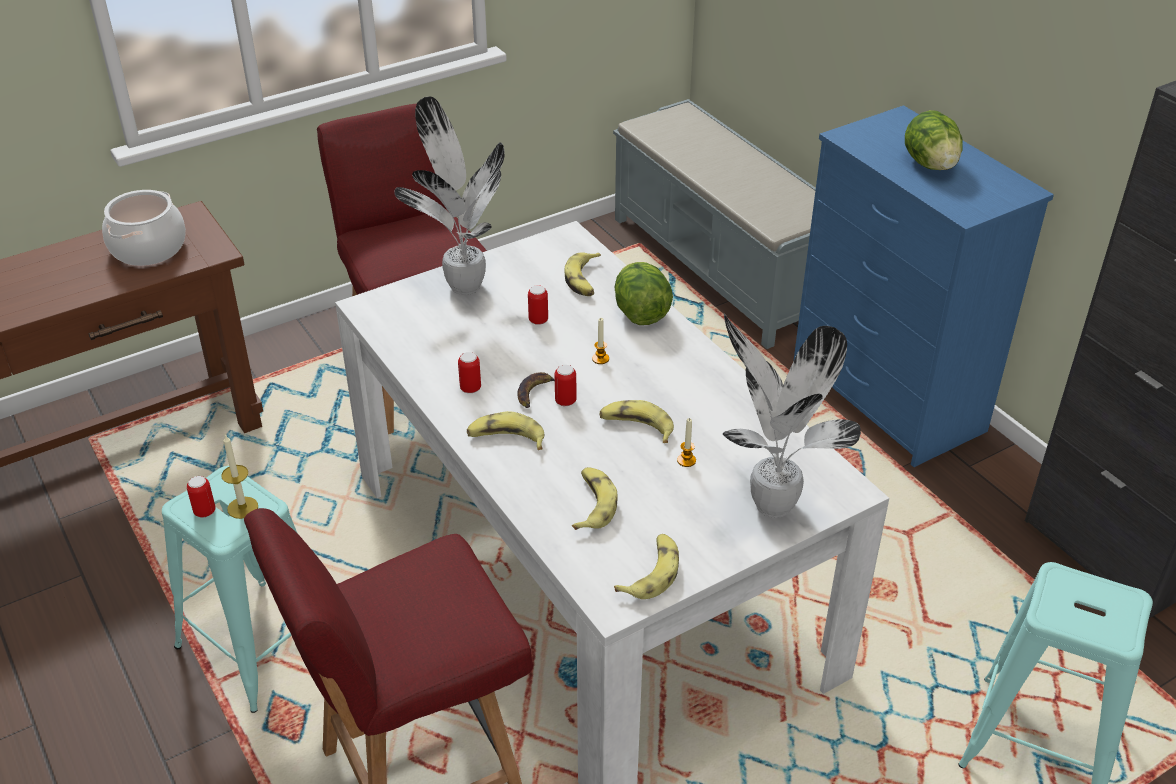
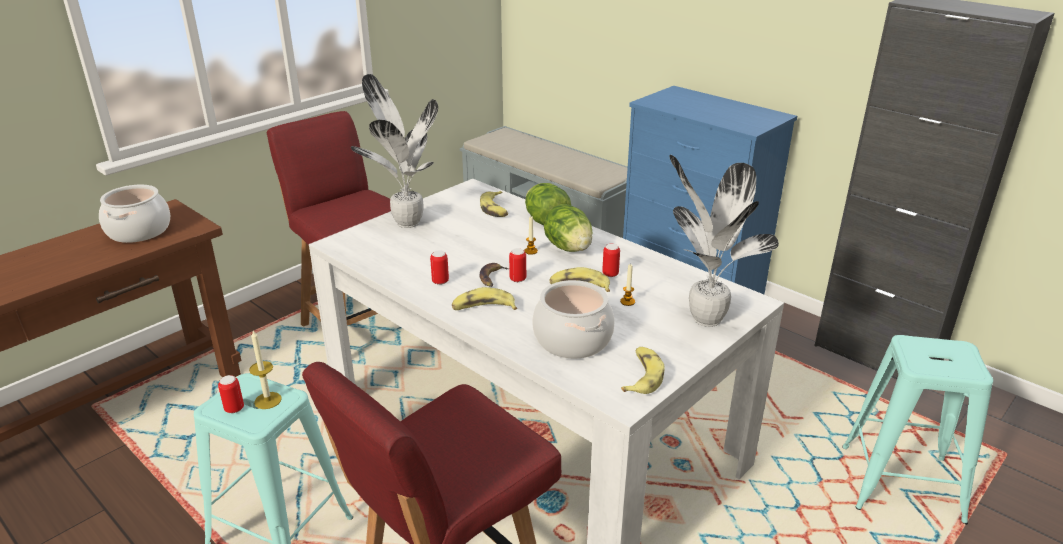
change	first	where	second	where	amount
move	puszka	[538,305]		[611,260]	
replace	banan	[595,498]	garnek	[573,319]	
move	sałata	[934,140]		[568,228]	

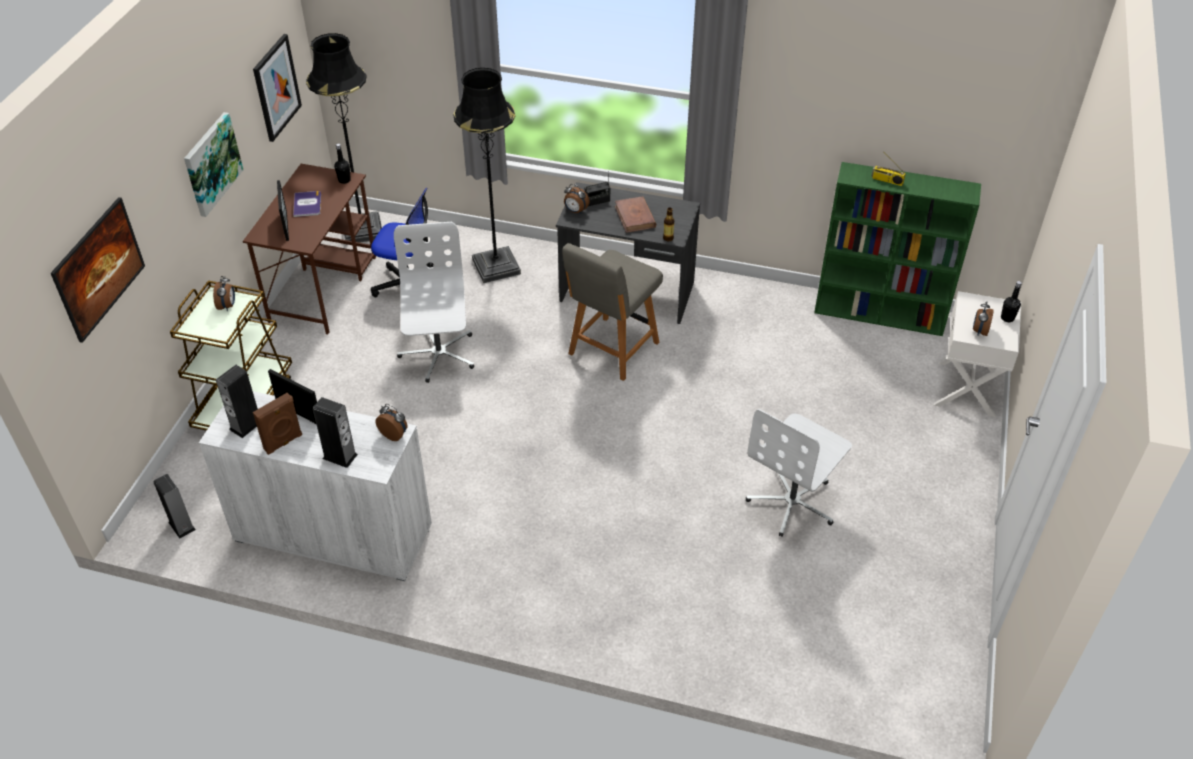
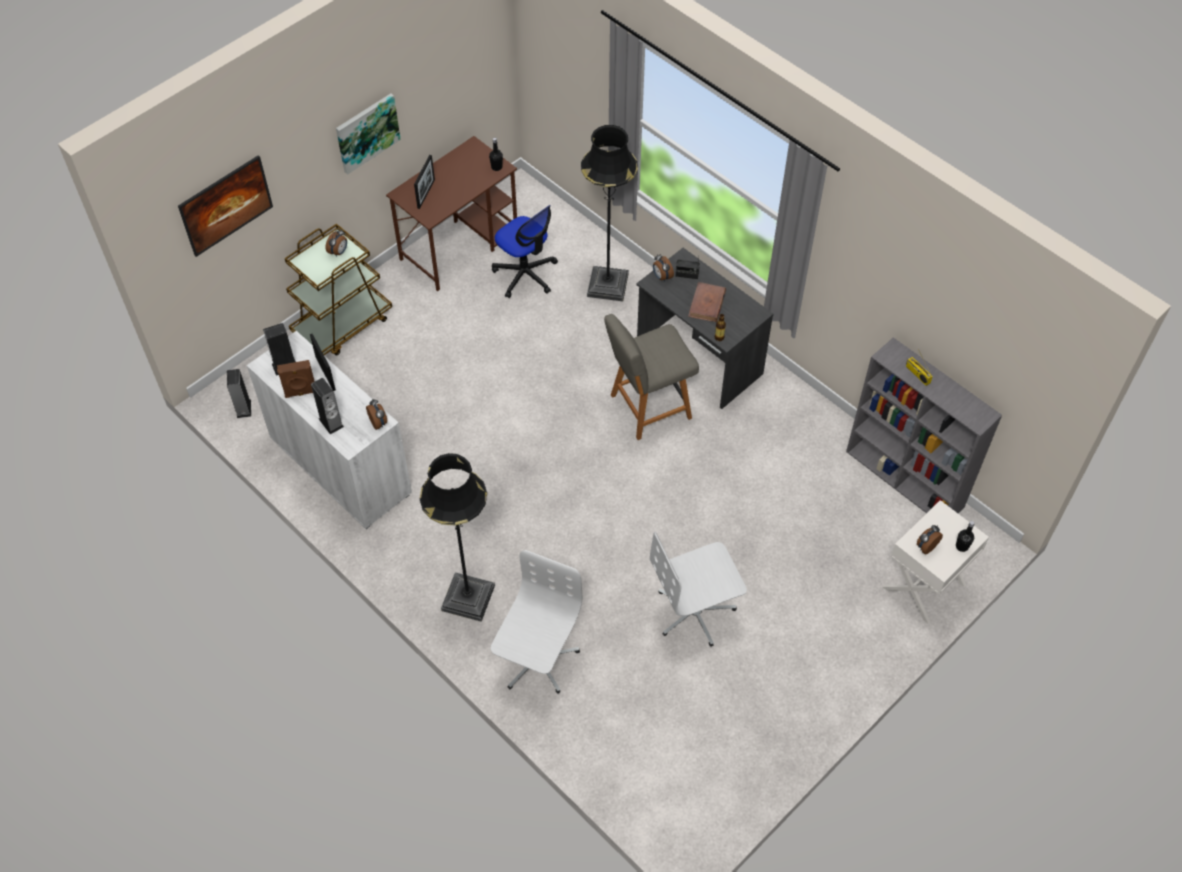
change	first	where	second	where	amount
delete	obraz	[277,88]			
delete	książka	[307,204]			
move	lampa stojąca [czarny]	[344,139]		[457,537]	
move	krzesło biurowe [biały]	[434,302]		[536,622]	
recolor	regał [zielony]	[897,249]	regał [szary]	[924,425]	

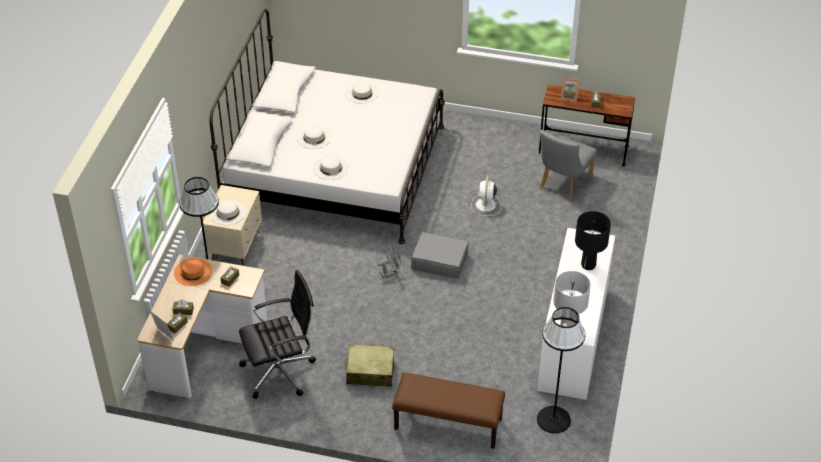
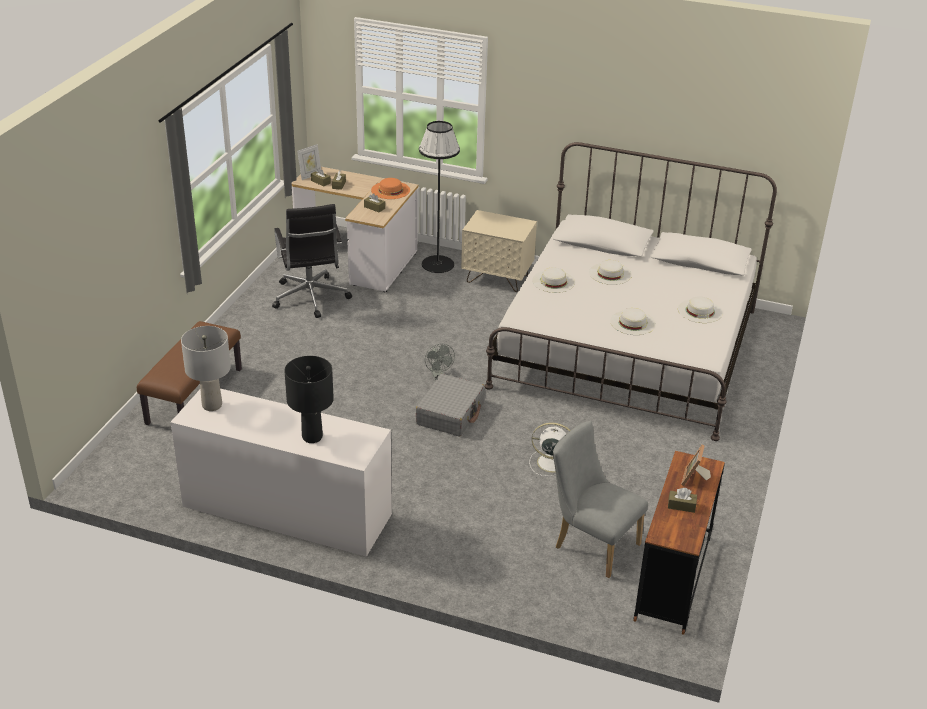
change	first	where	second	where	amount
move	kapelusz [biały]	[228,212]		[633,321]	
delete	walizka [beżowy]	[370,365]			
delete	lampa stojąca [czarny]	[561,370]			

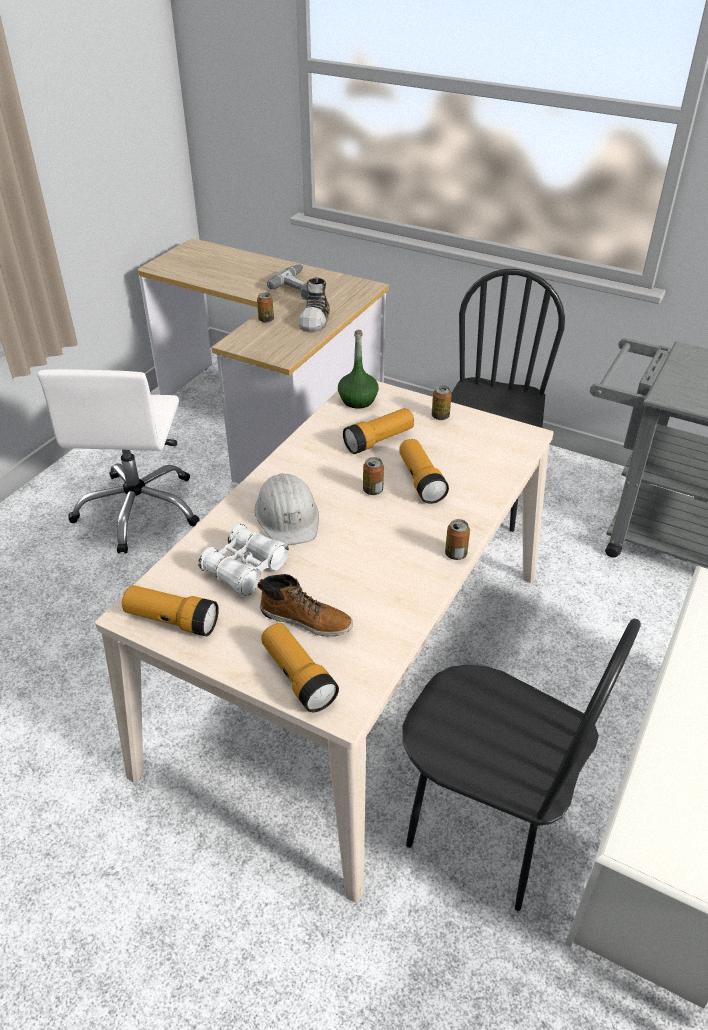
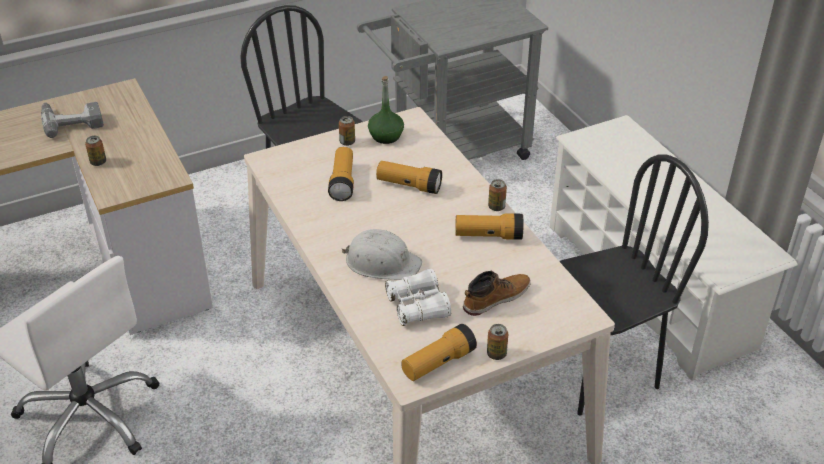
change	first	where	second	where	amount
move	latarka	[300,667]		[489,226]	
delete	but	[314,305]			
move	butelka [zielony]	[358,369]		[386,110]	
move	puszka	[373,476]		[497,342]	

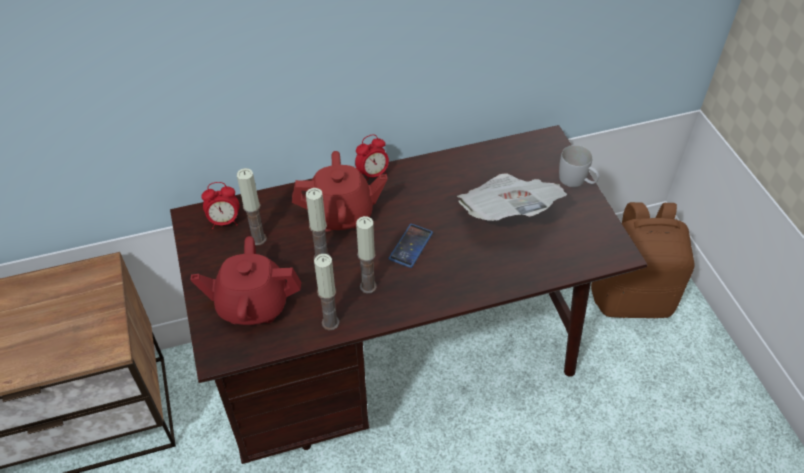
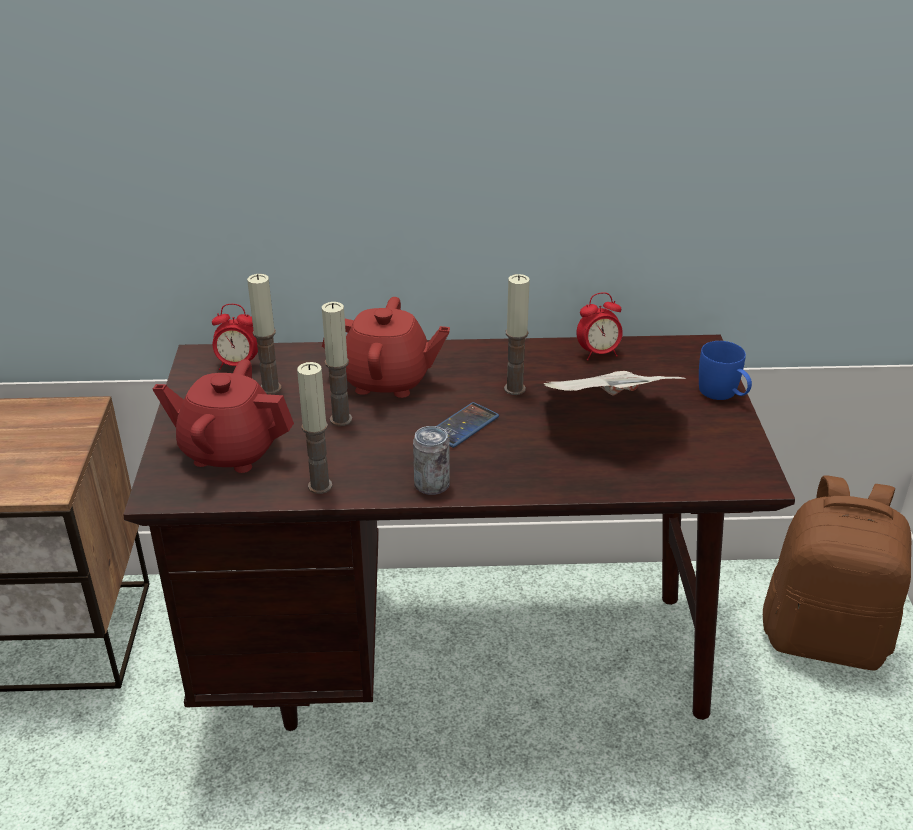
change	first	where	second	where	amount
move	budzik	[372,157]		[599,326]	
move	świeca	[366,255]		[517,334]	
recolor	kubek [biały]	[579,166]	kubek [niebieski]	[725,370]	
insert			puszka	[431,460]	

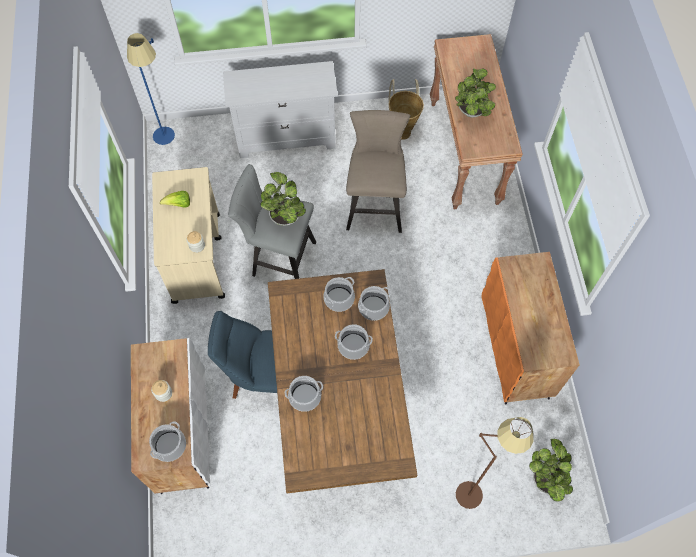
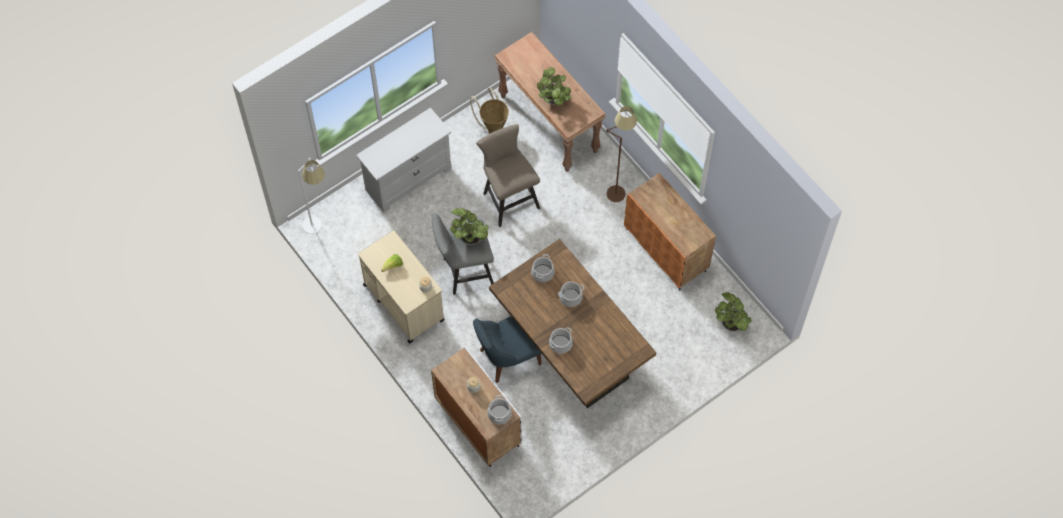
change	first	where	second	where	amount
recolor	lampa stojąca [niebieski]	[151,89]	lampa stojąca [biały]	[311,196]	
delete	garnek	[374,303]			
move	lampa stojąca [brązowy]	[495,463]		[621,154]	

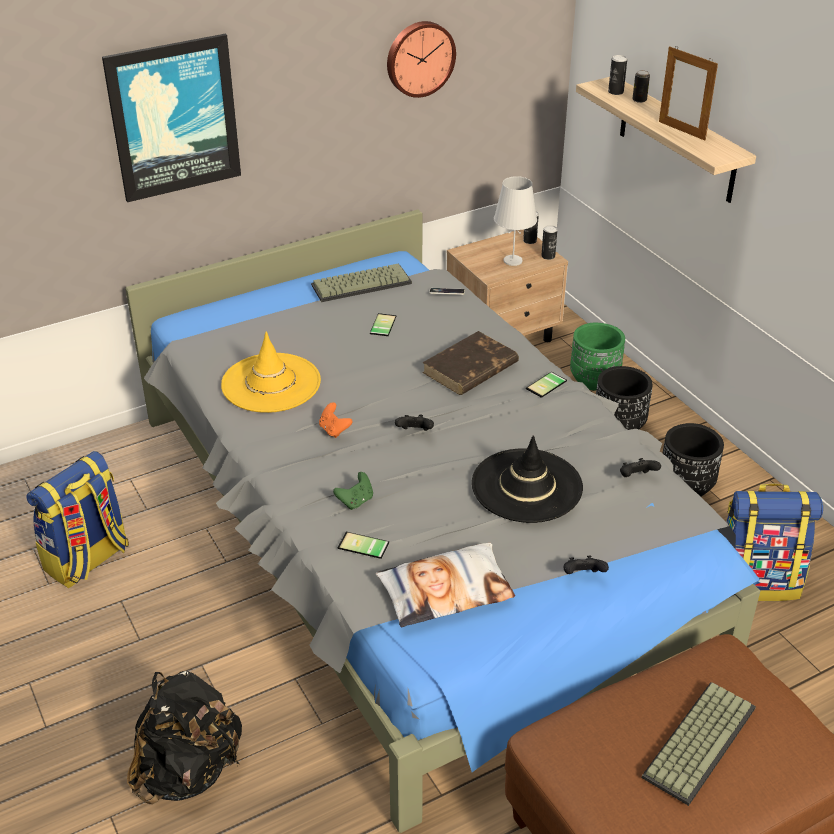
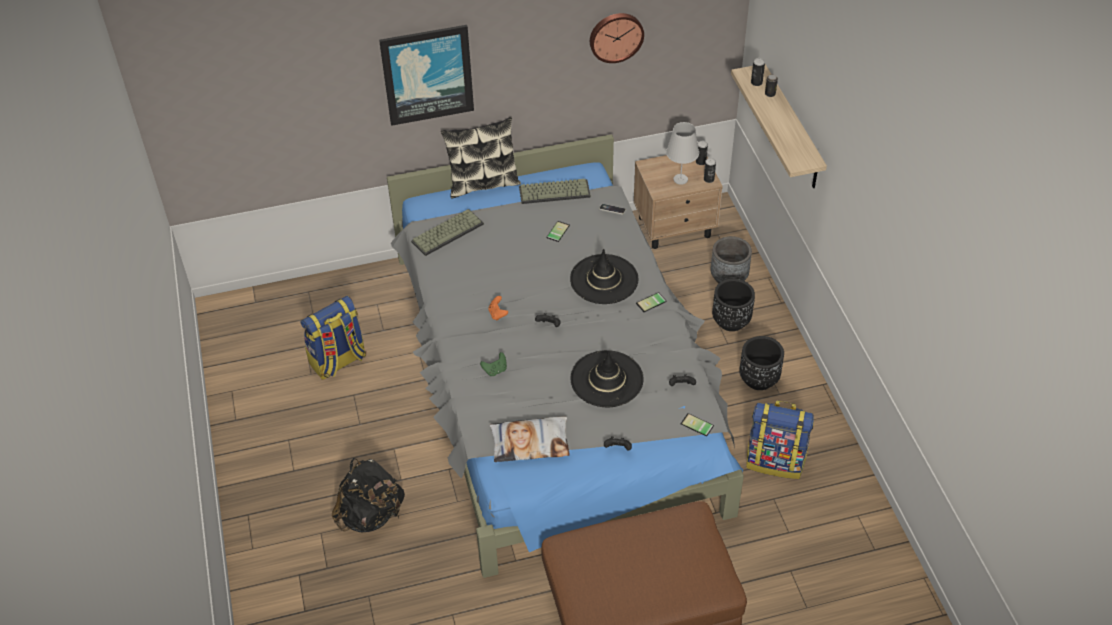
change	first	where	second	where	amount
delete	kapelusz [żółty]	[271,372]			
move	telefon	[363,545]		[697,424]	
replace	książka [brązowy]	[470,363]	kapelusz [czarny]	[604,276]	
recolor	donica [zielony]	[597,357]	donica [szary]	[731,259]	
move	klawiatura	[699,744]		[447,232]	
delete	ramka na zdjęcie	[688,93]			
insert			poduszka	[481,158]	

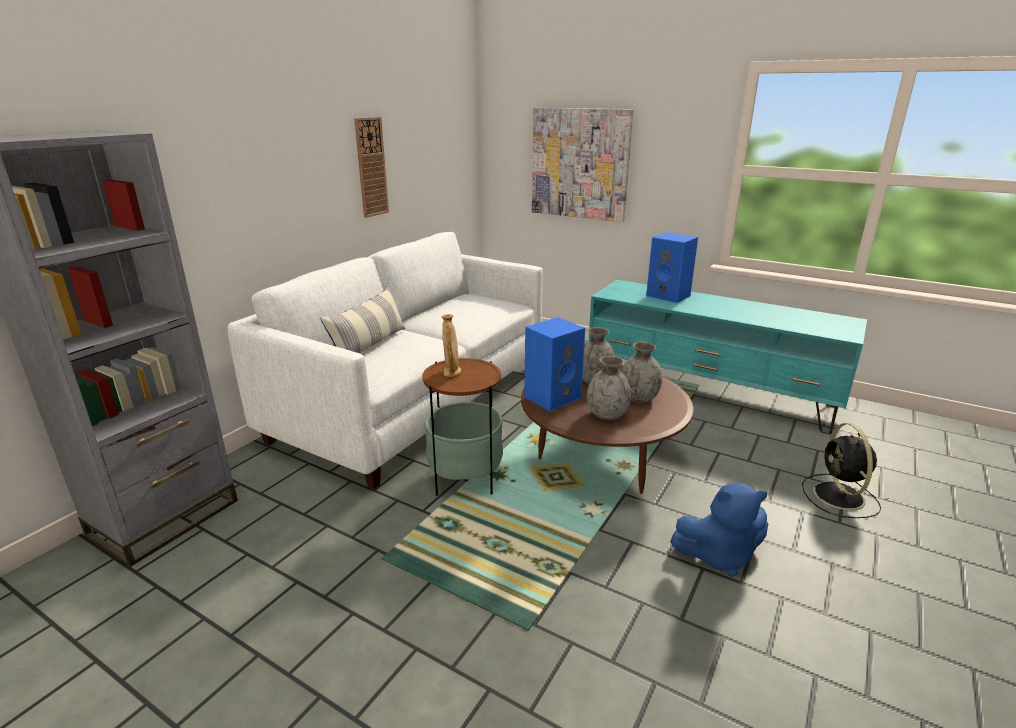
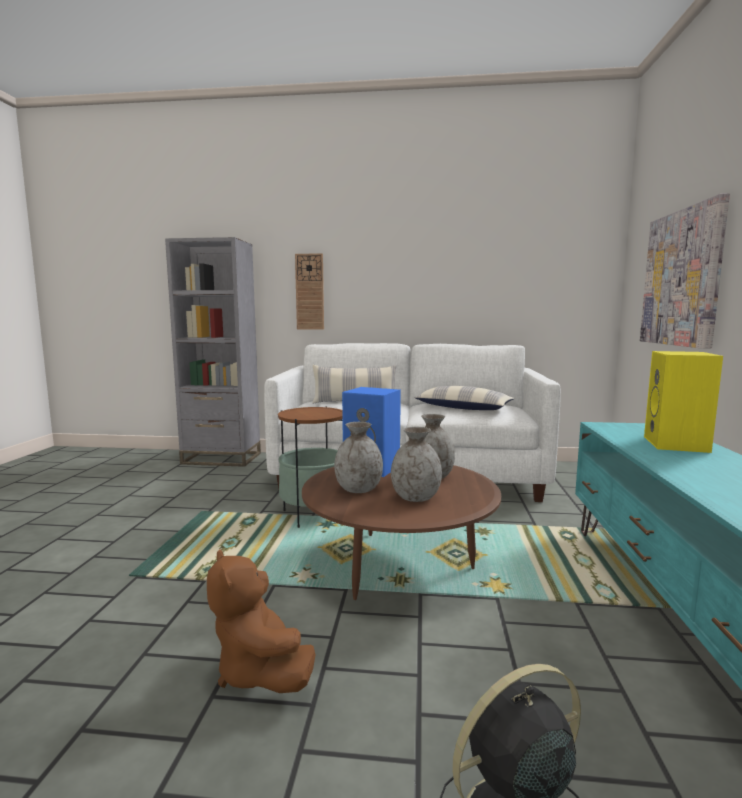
change	first	where	second	where	amount
move	zegar ścienny	[371,167]		[309,291]	
delete	wazon [beżowy]	[451,345]			
recolor	głośnik [niebieski]	[672,267]	głośnik [żółty]	[683,402]	
recolor	pluszak [niebieski]	[719,530]	pluszak [brązowy]	[261,621]	
insert			poduszka	[464,398]	

